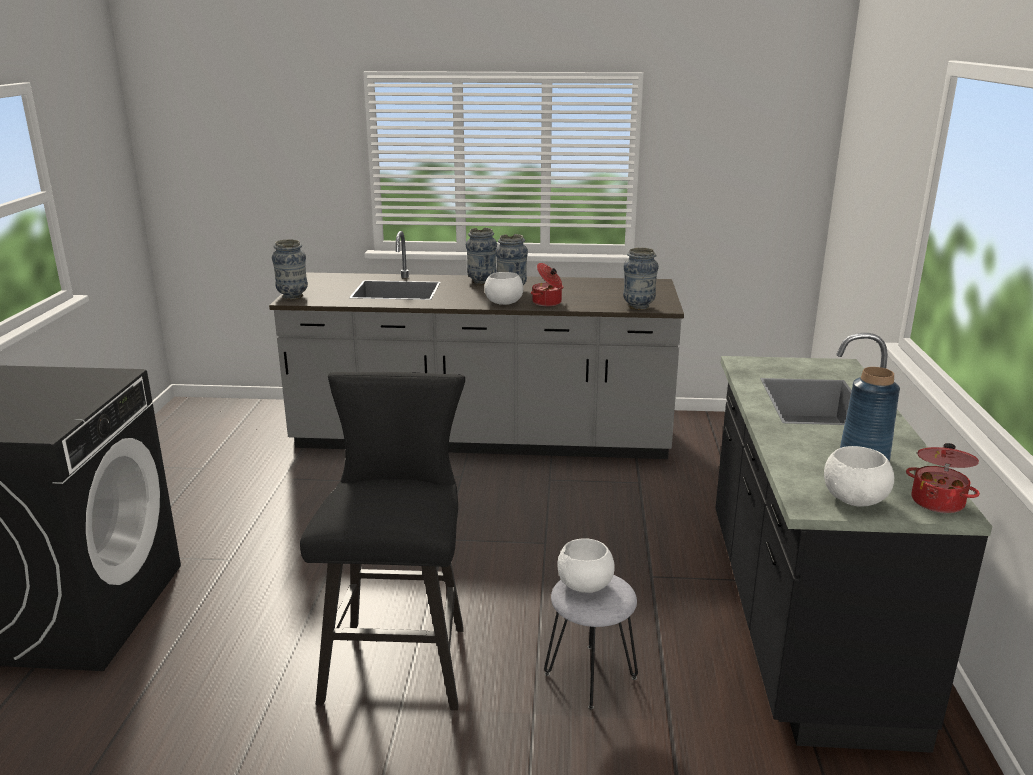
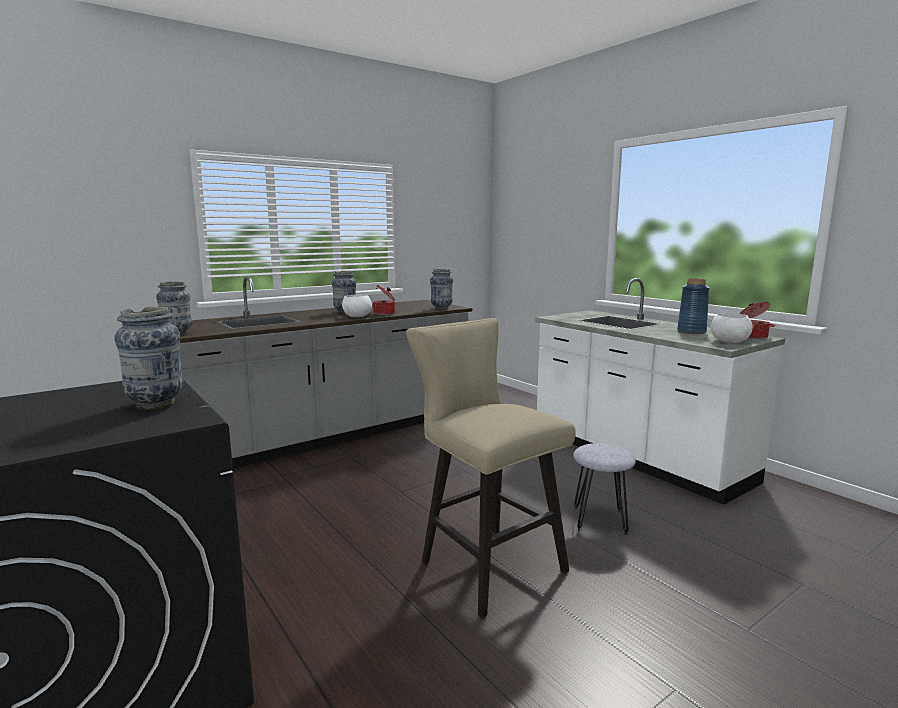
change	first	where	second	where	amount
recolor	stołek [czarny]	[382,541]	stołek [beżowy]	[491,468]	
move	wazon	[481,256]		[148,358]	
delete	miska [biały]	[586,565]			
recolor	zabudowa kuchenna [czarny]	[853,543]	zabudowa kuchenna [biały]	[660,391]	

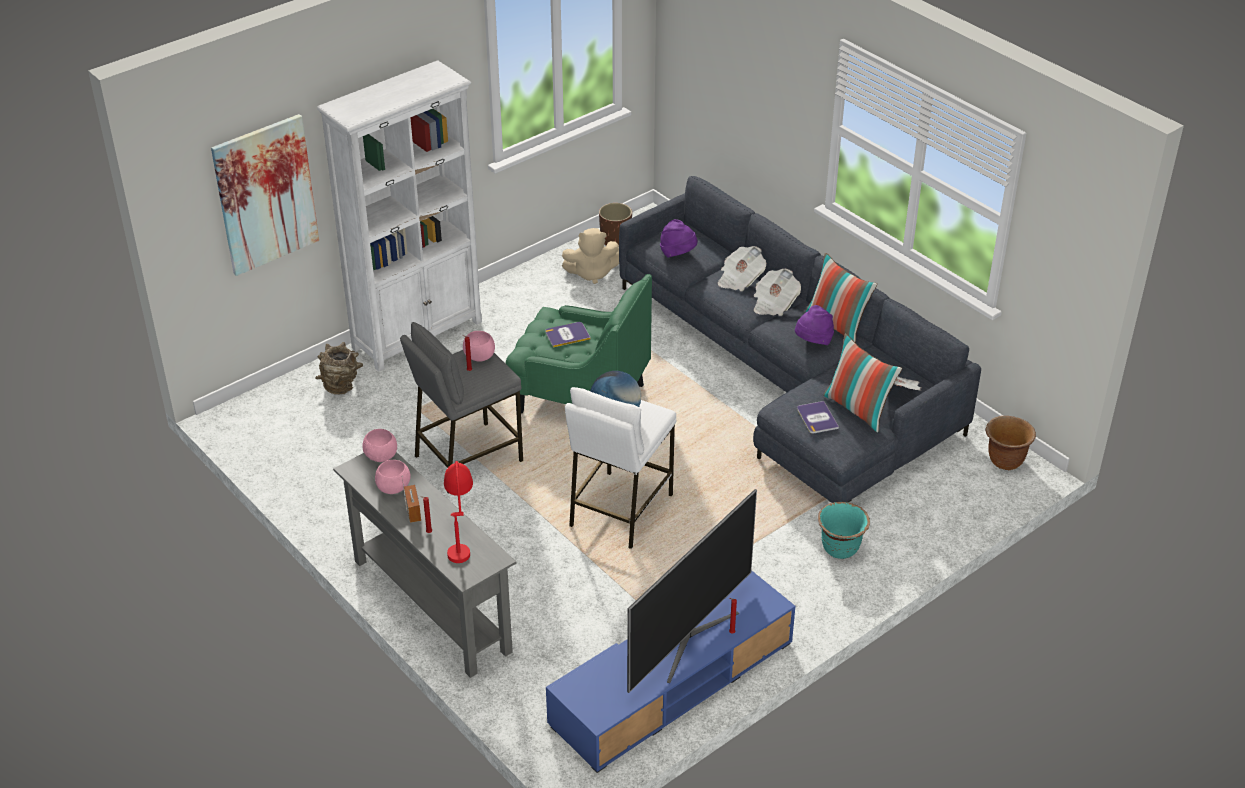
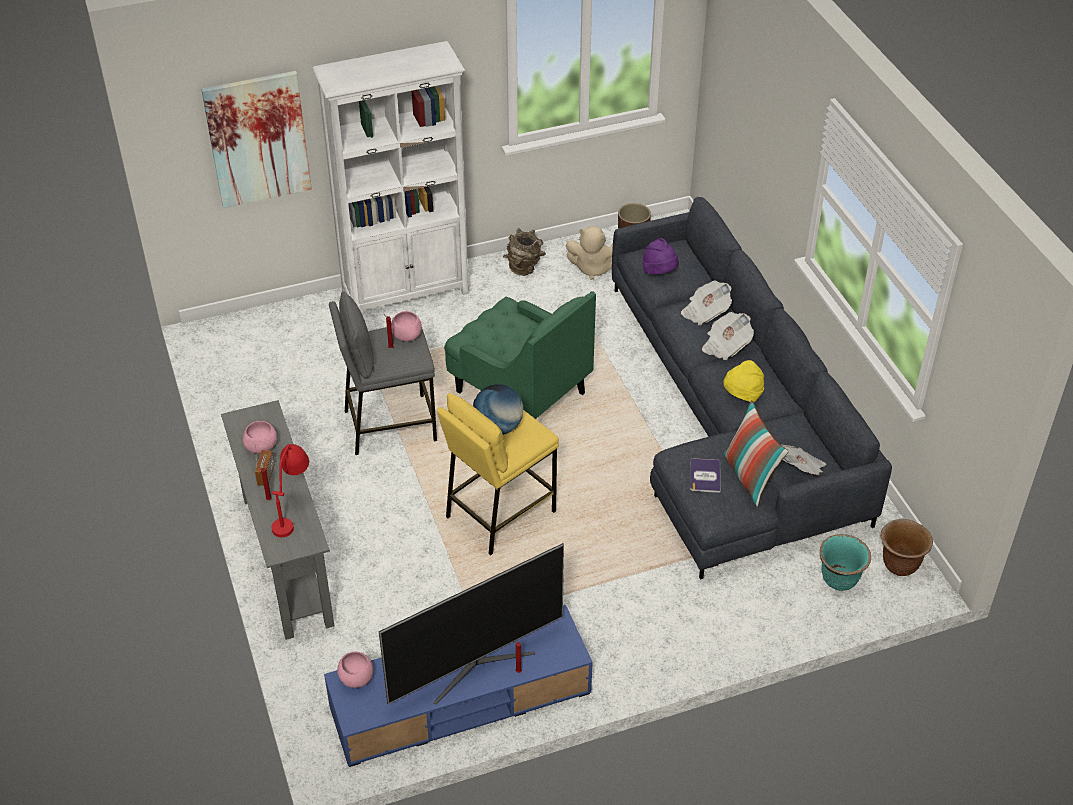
change	first	where	second	where	amount
move	wazon [brązowy]	[339,368]		[524,252]	
move	miska [różowy]	[379,445]		[355,670]	
delete	książka	[568,334]			
recolor	stołek [biały]	[621,468]	stołek [żółty]	[498,474]	
recolor	kapelusz [fioletowy]	[814,325]	kapelusz [żółty]	[743,381]	
delete	poduszka	[841,298]			
move	donica [turkusowy]	[844,530]		[845,562]	

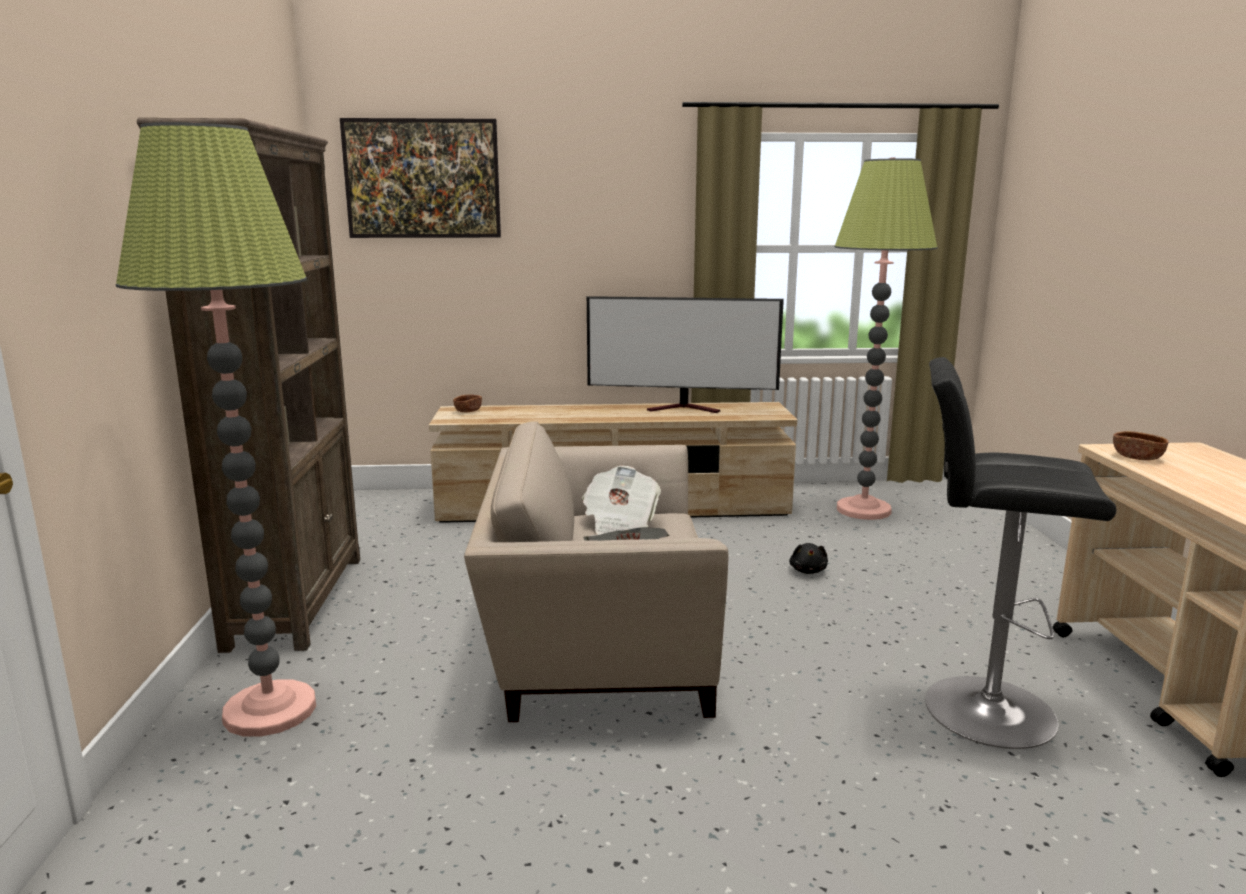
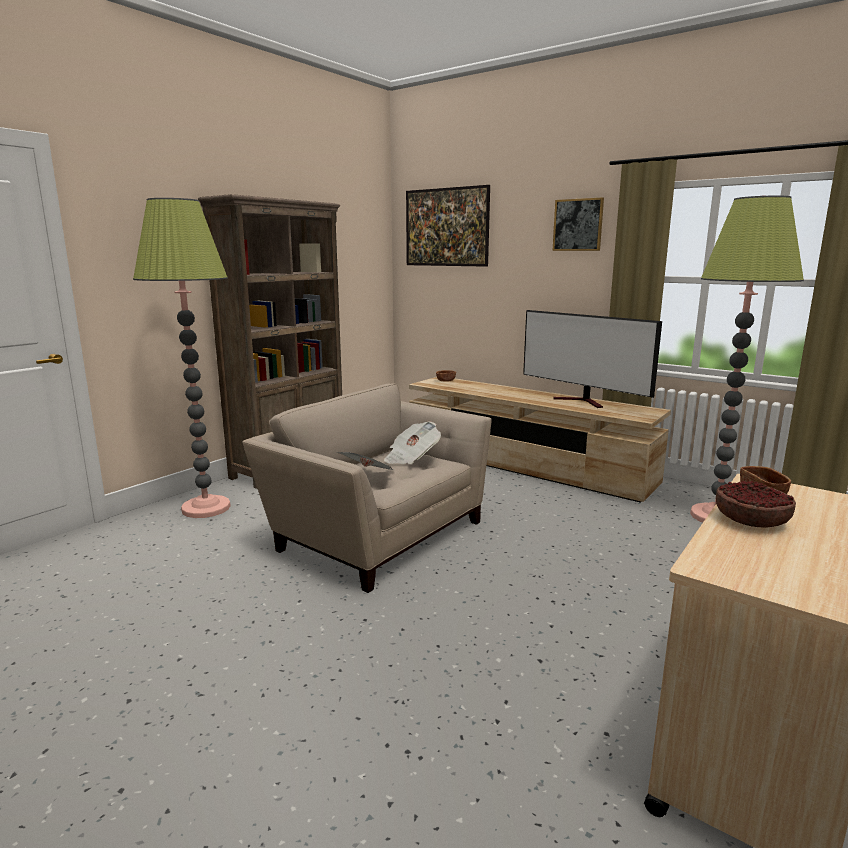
change	first	where	second	where	amount
delete	pluszak [czarny]	[808,558]			
delete	stołek [czarny]	[1021,553]			
insert			obraz	[578,224]	
insert			miska	[756,504]	

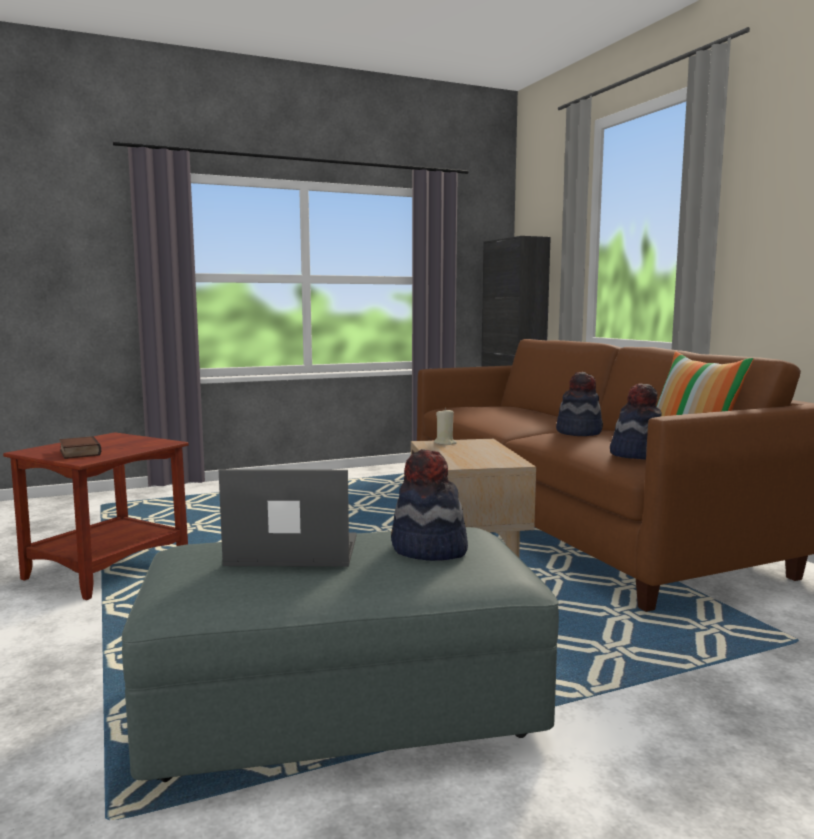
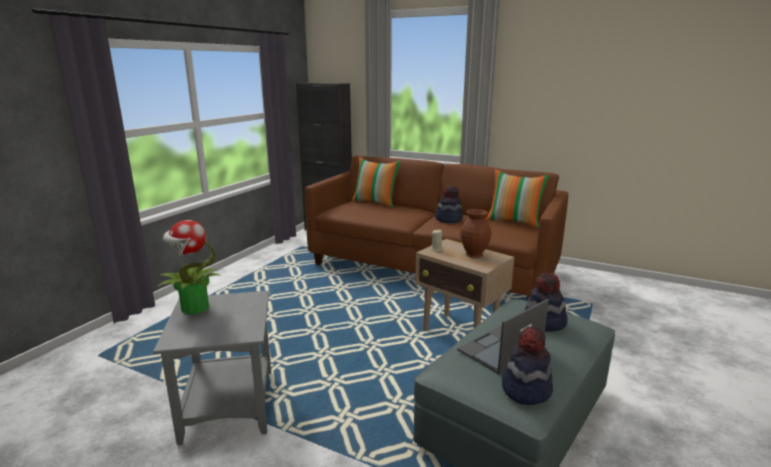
change	first	where	second	where	amount
recolor	stolik [brązowy]	[96,516]	stolik [szary]	[212,368]	
delete	książka	[80,447]			
move	kapelusz	[636,421]		[527,365]	
insert			roślina doniczkowa	[188,267]	
insert			poduszka	[376,182]	
insert			wazon [brązowy]	[475,233]	

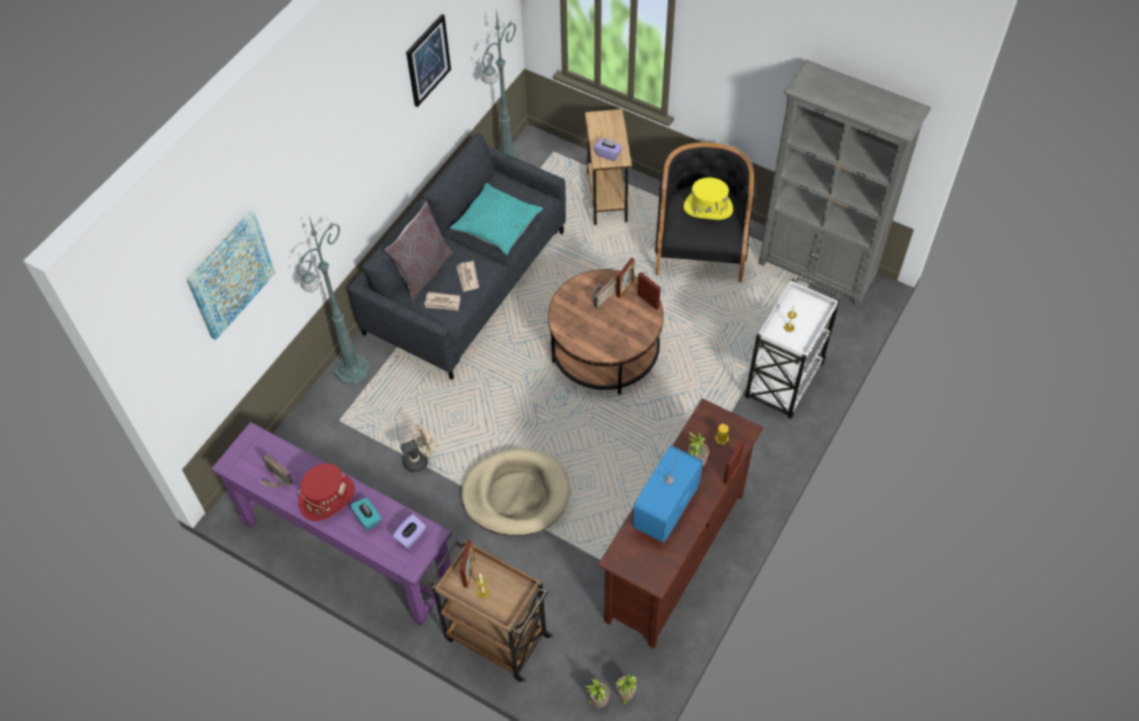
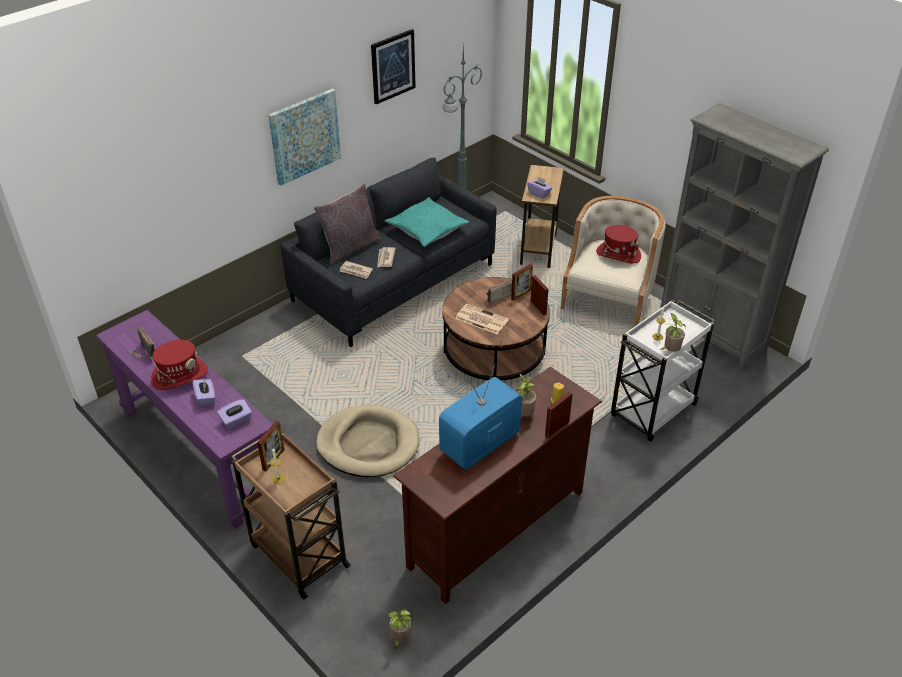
change	first	where	second	where	amount
move	obraz	[230,275]		[304,137]	
delete	lampa stojąca [zielony]	[334,300]			
recolor	pudełko chusteczek [turkusowy]	[365,514]	pudełko chusteczek [fioletowy]	[204,393]	
delete	wentylator [beżowy]	[417,449]			
move	roślina doniczkowa	[597,692]		[673,332]	
recolor	fotel [czarny]	[705,212]	fotel [beżowy]	[613,261]	
recolor	kapelusz [żółty]	[708,198]	kapelusz [czerwony]	[618,244]	
insert			gazeta	[482,318]	

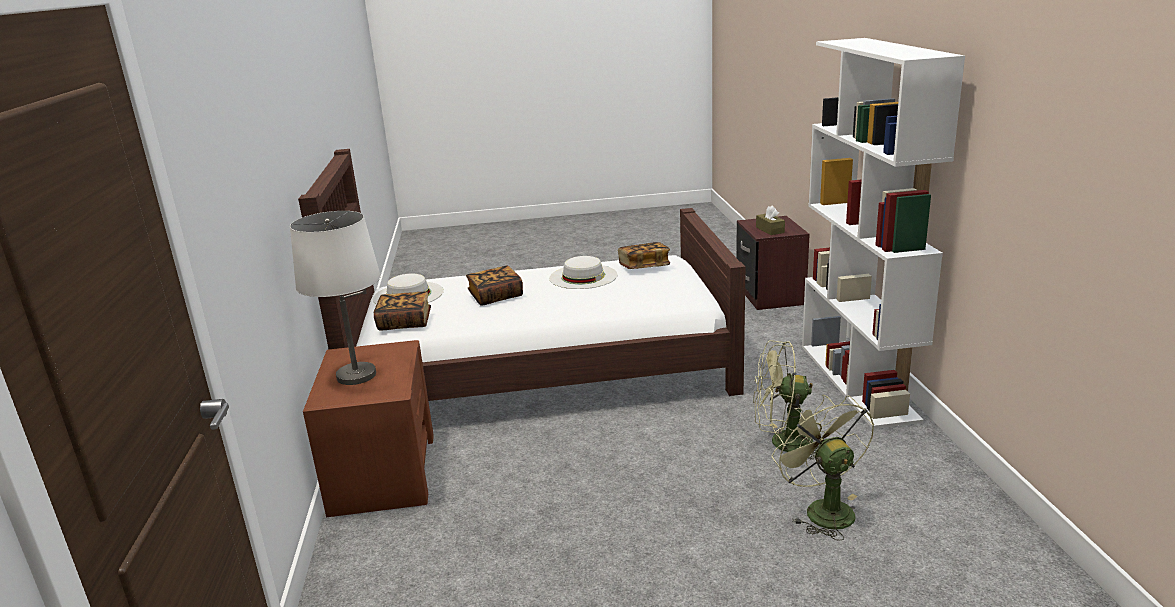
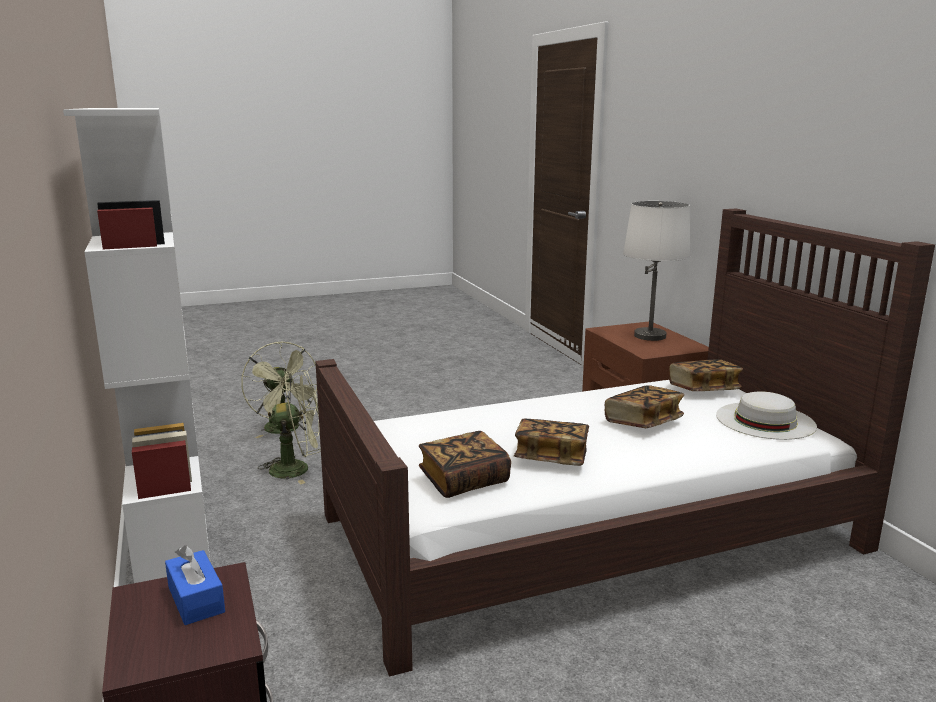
change	first	where	second	where	amount
replace	kapelusz [biały]	[583,272]	książka	[551,442]	
recolor	pudełko chusteczek [brązowy]	[770,220]	pudełko chusteczek [niebieski]	[195,585]	

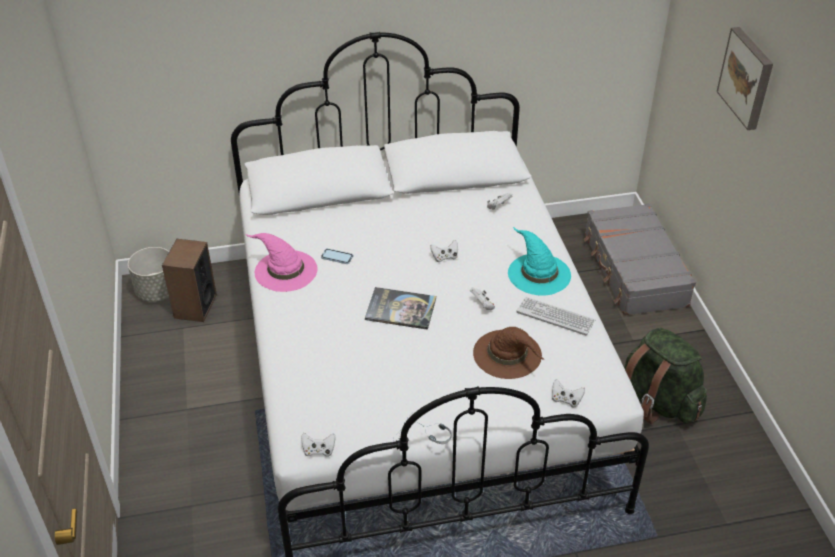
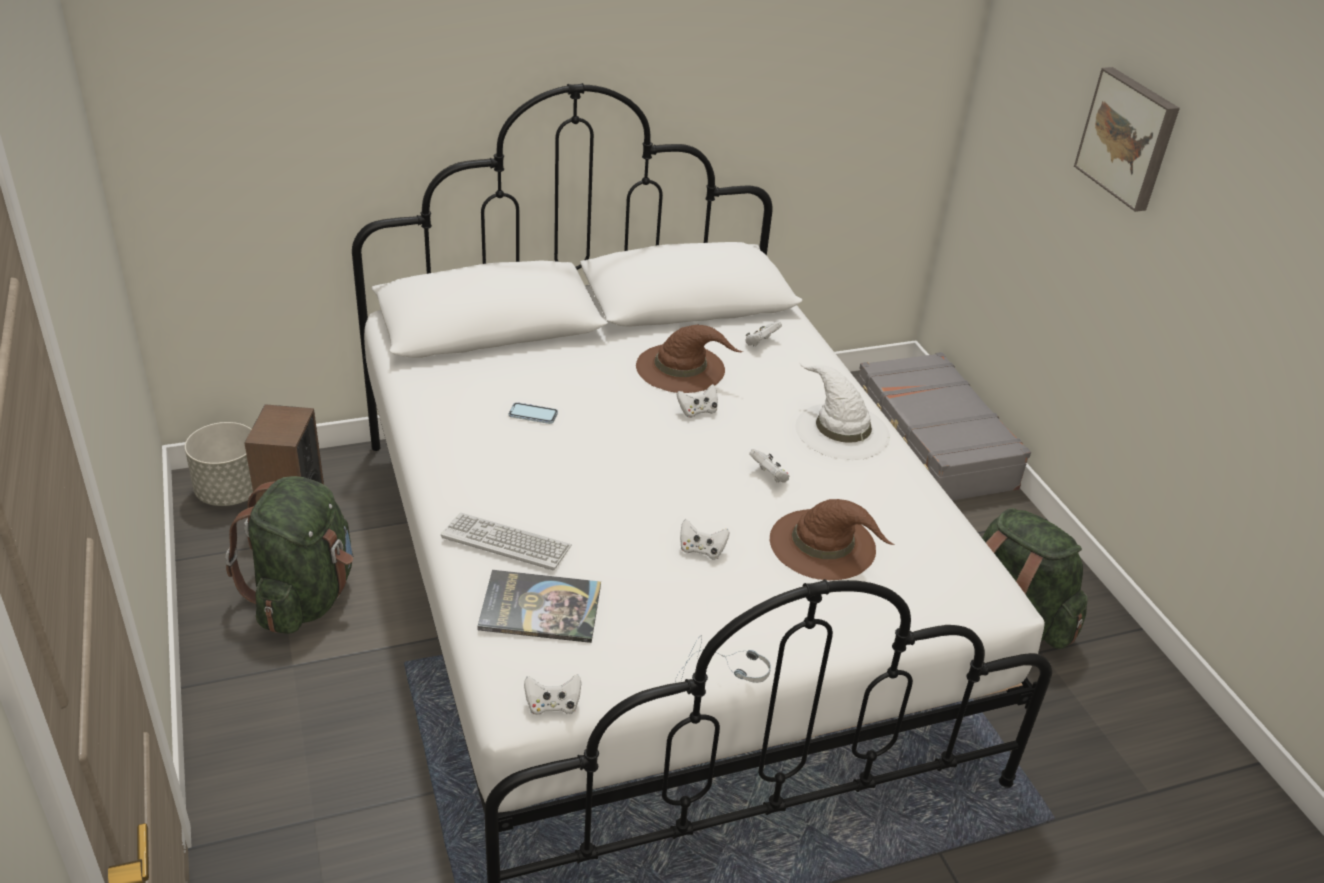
change	first	where	second	where	amount
delete	kapelusz [różowy]	[282,262]			
move	książka	[400,308]		[539,606]	
recolor	kapelusz [turkusowy]	[539,261]	kapelusz [biały]	[842,411]	
move	klawiatura	[555,316]		[506,541]	
move	pad do gier [biały]	[568,393]		[704,539]	
insert			plecak [zielony]	[289,555]	
insert			kapelusz [brązowy]	[689,359]	

